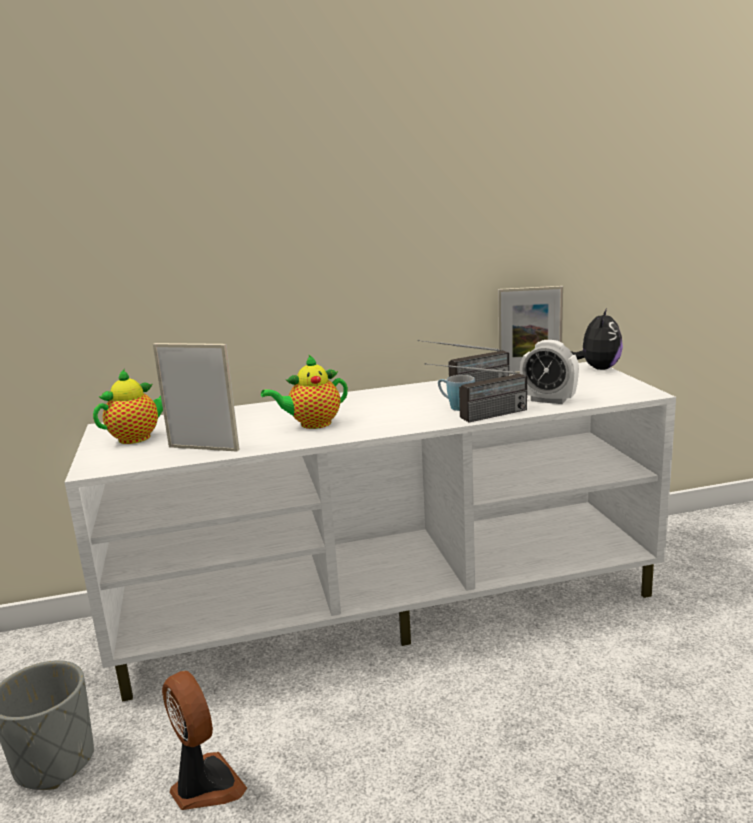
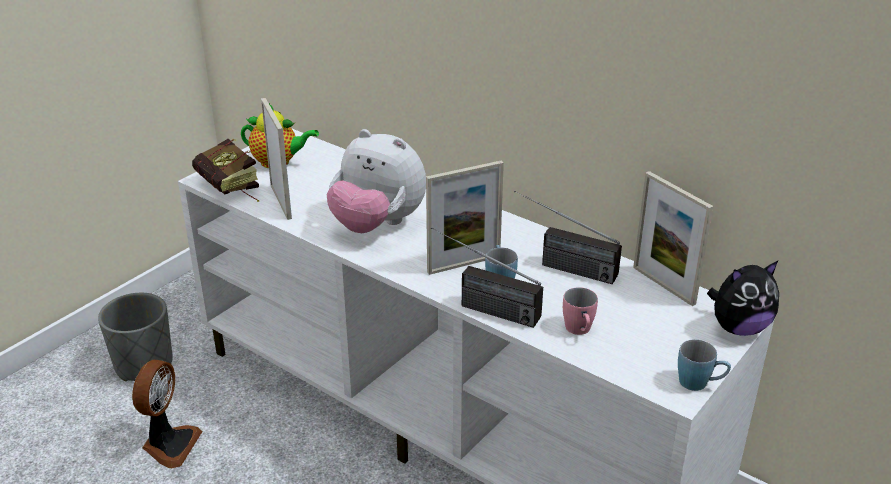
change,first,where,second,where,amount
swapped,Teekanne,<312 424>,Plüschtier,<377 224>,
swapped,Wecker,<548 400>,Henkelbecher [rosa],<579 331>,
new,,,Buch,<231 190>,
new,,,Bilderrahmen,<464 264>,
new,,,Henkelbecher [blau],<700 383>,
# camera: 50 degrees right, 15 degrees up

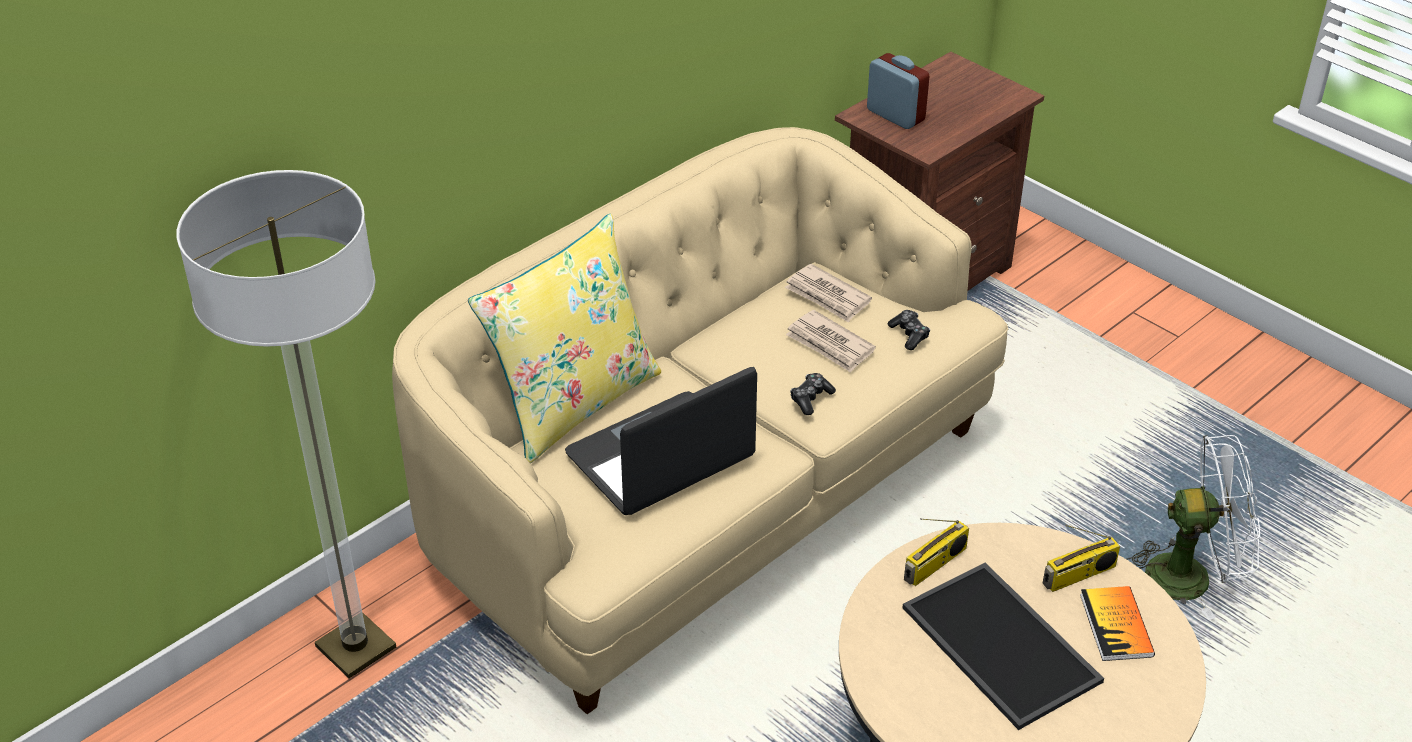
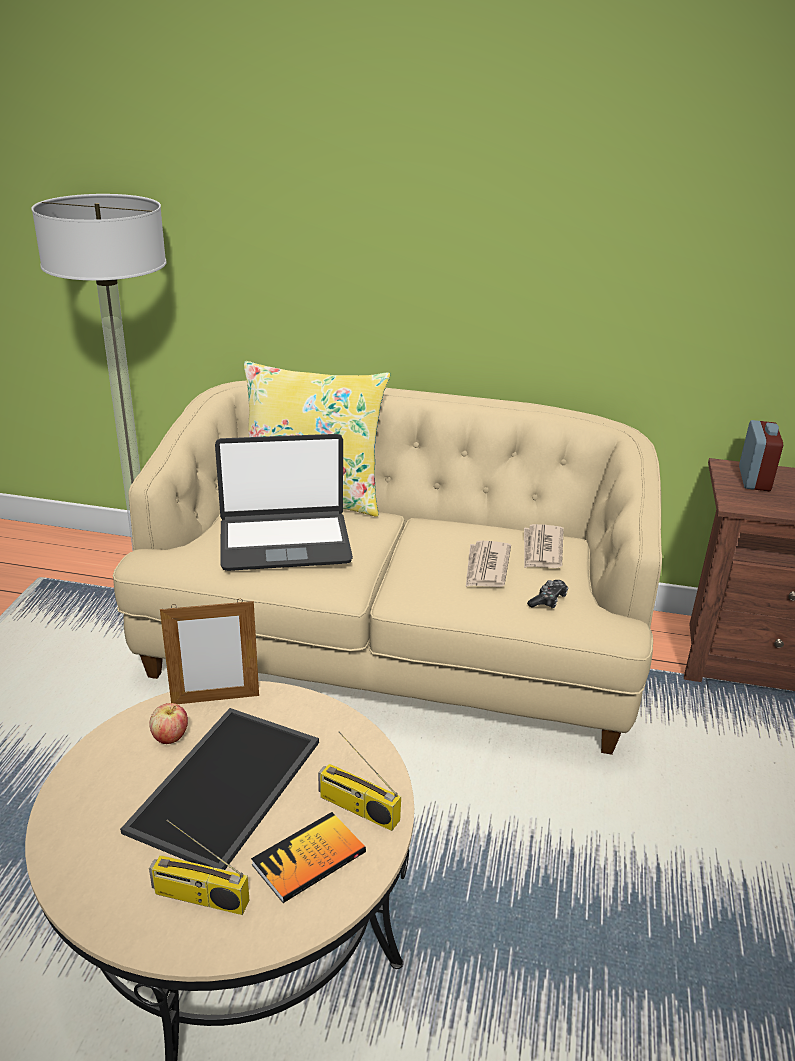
change,first,where,second,where,amount
rotated,Laptop,<661 458>,,<284 542>,150 degrees clockwise
gone,Gamepad,<810 399>,,,
shifted,Radio,<935 565>,,<199 898>,
gone,Ventilator [weiß],<1192 576>,,,
new,,,Apfel,<170 737>,
new,,,Bilderrahmen,<215 699>,
# camera: 55 degrees right, 10 degrees down

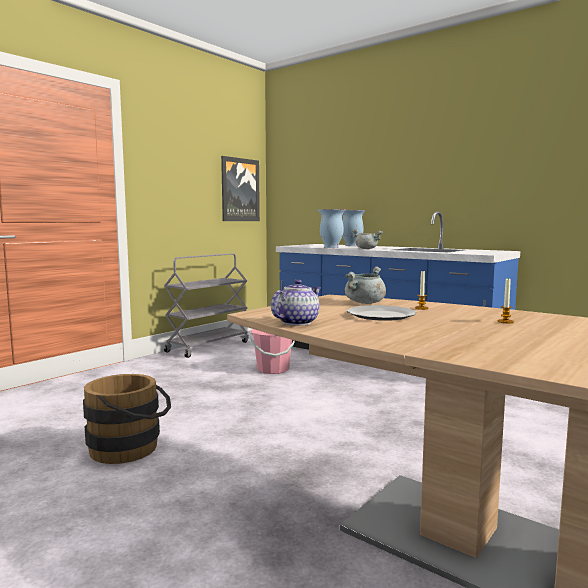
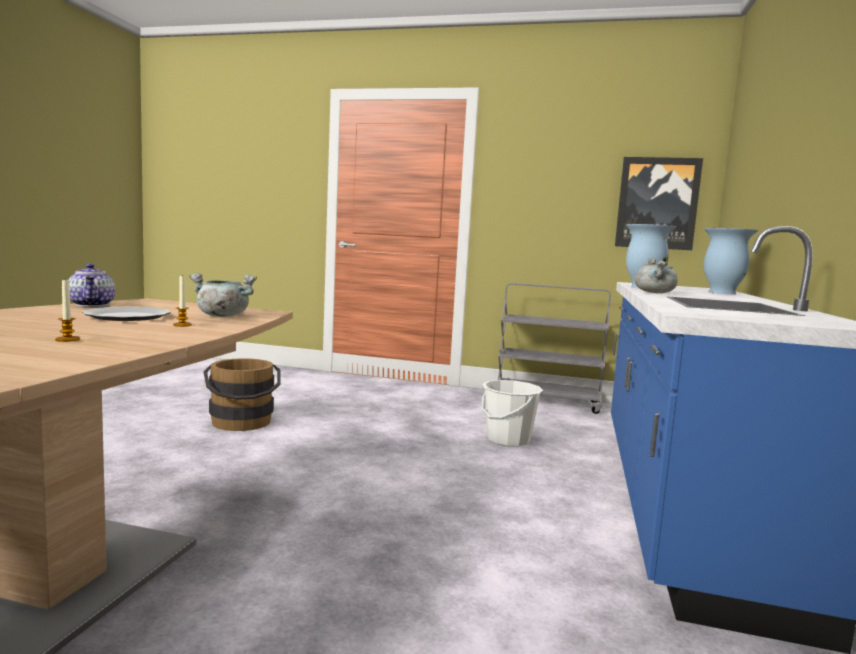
change,first,where,second,where,amount
repainted,Eimer [rosa],<273 369>,Eimer [weiß],<508 440>,
rotated,Teekanne,<296 322>,,<93 305>,45 degrees clockwise
# camera: 65 degrees right, 0 degrees up

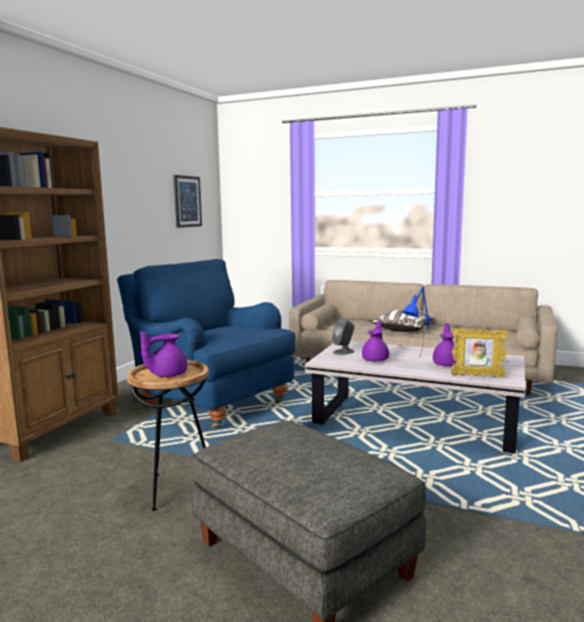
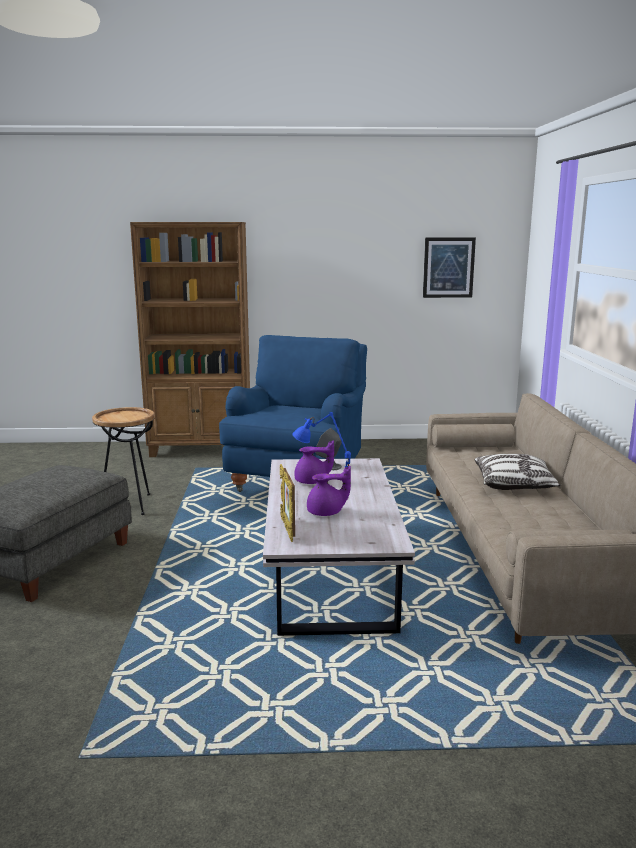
change,first,where,second,where,amount
gone,Teekanne [lila],<166 375>,,,
# camera: 65 degrees right, 5 degrees up

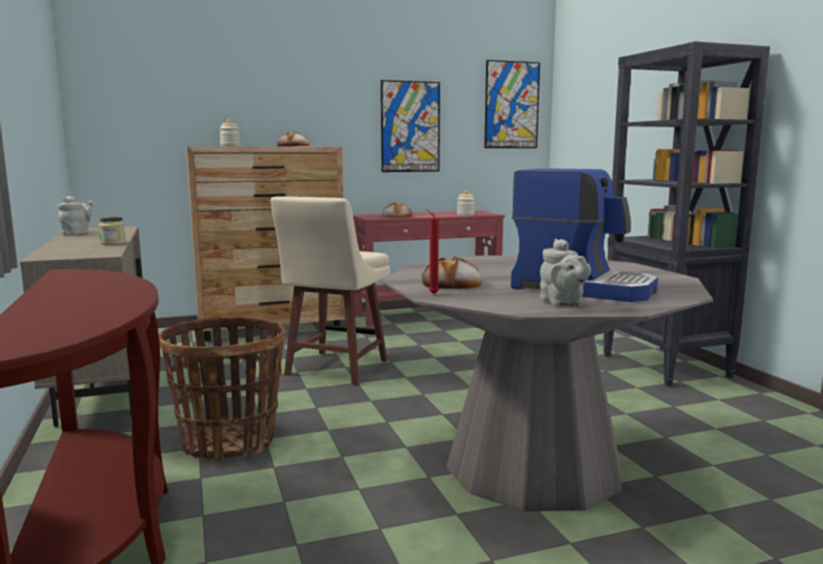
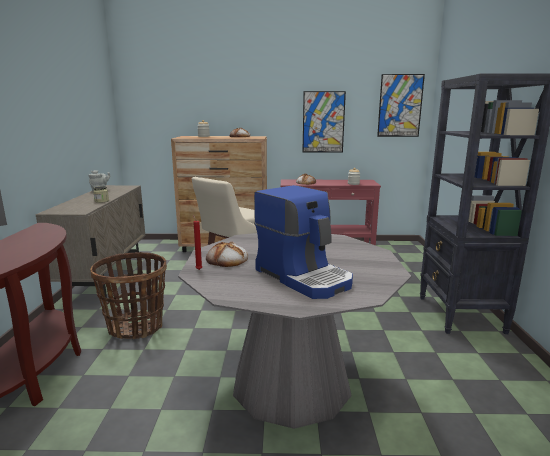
change,first,where,second,where,amount
gone,Teekanne [grau],<563 303>,,,
# camera: 20 degrees right, 5 degrees up

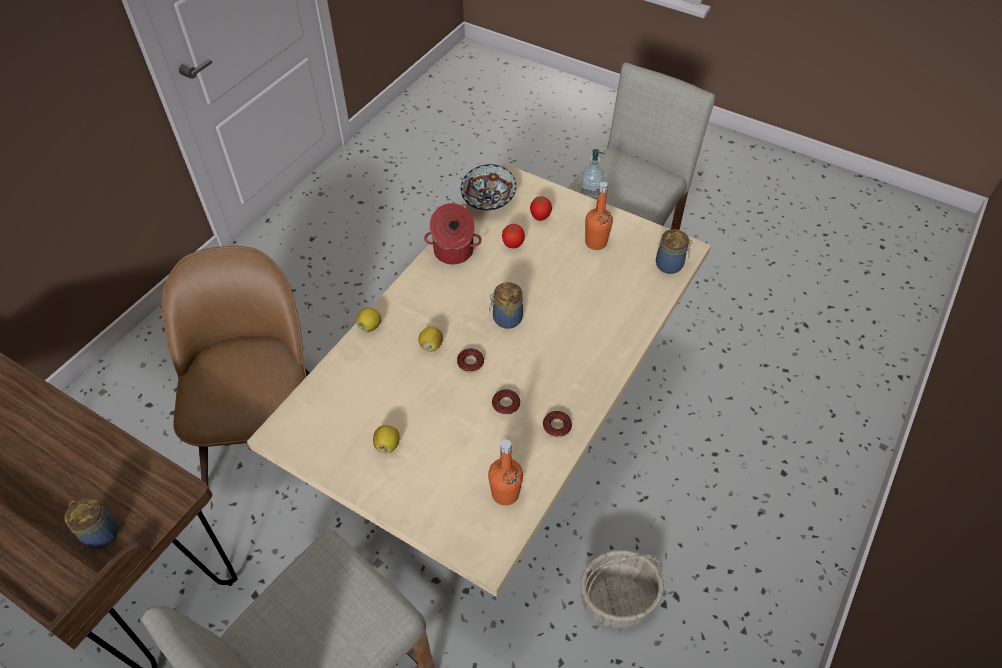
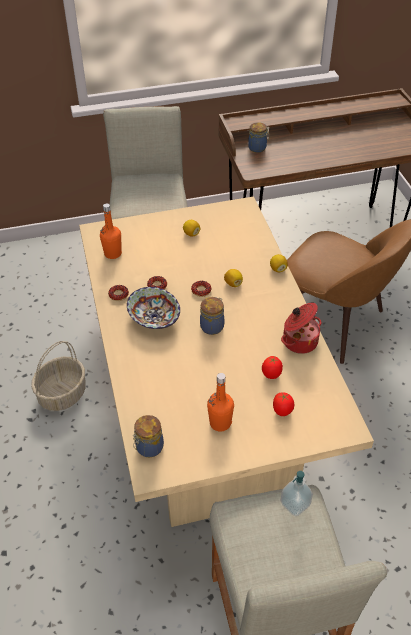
change,first,where,second,where,amount
shifted,Schüssel,<487 200>,,<155 318>,
# camera: 135 degrees right, 5 degrees down

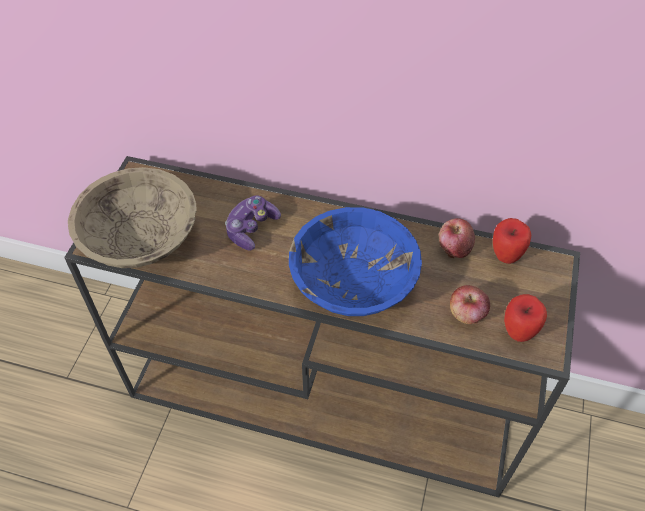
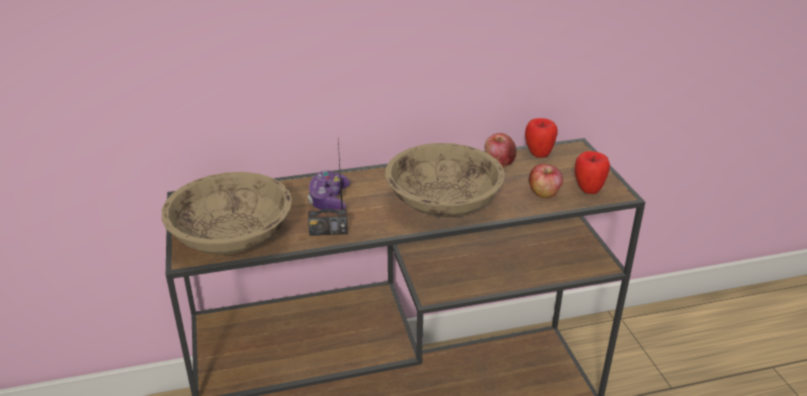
change,first,where,second,where,amount
repainted,Schüssel [blau],<353 281>,Schüssel [beige],<443 203>,
new,,,Radio,<328 230>,
# camera: 30 degrees left, 20 degrees down

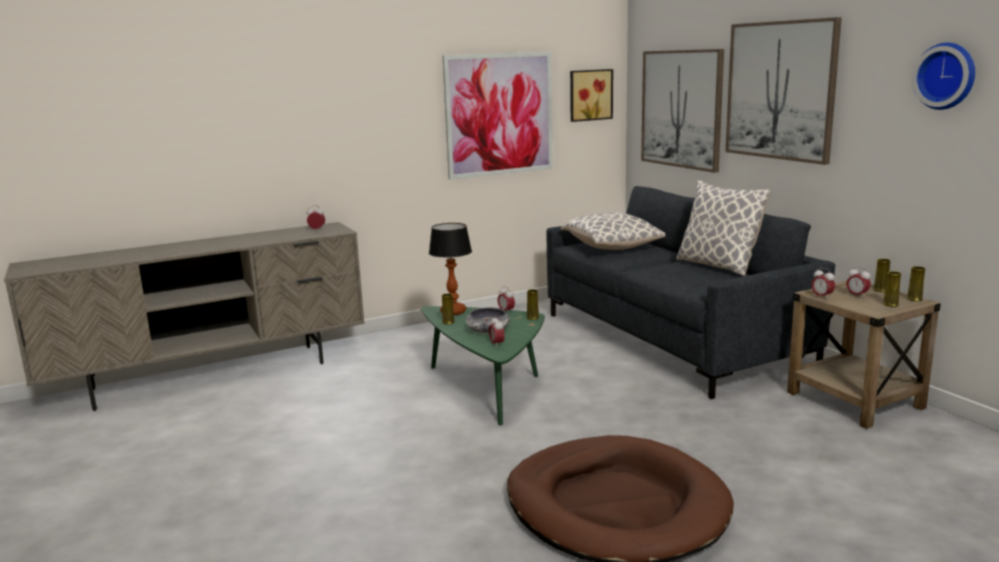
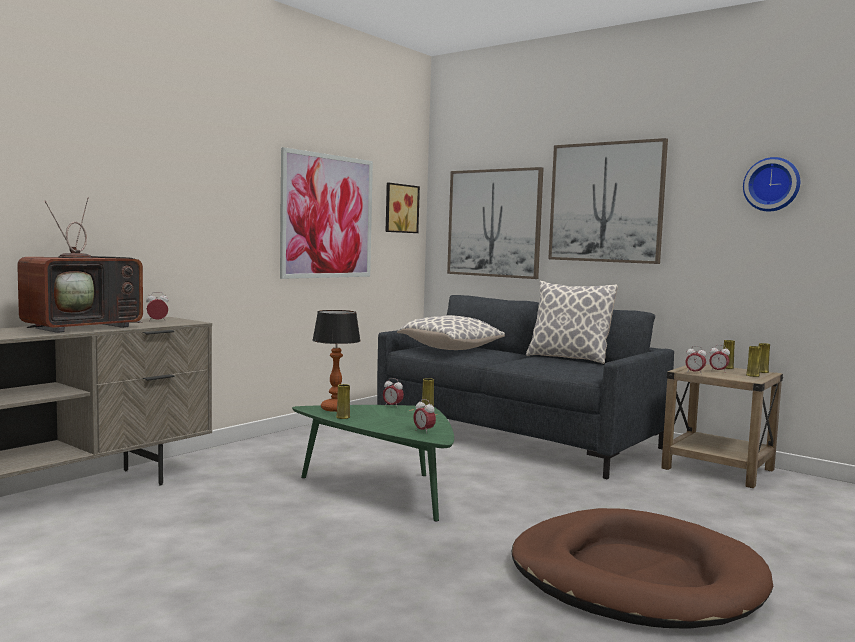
change,first,where,second,where,amount
gone,Schüssel,<488 330>,,,
new,,,Fernseher,<84 327>,
# camera: 25 degrees left, 10 degrees down

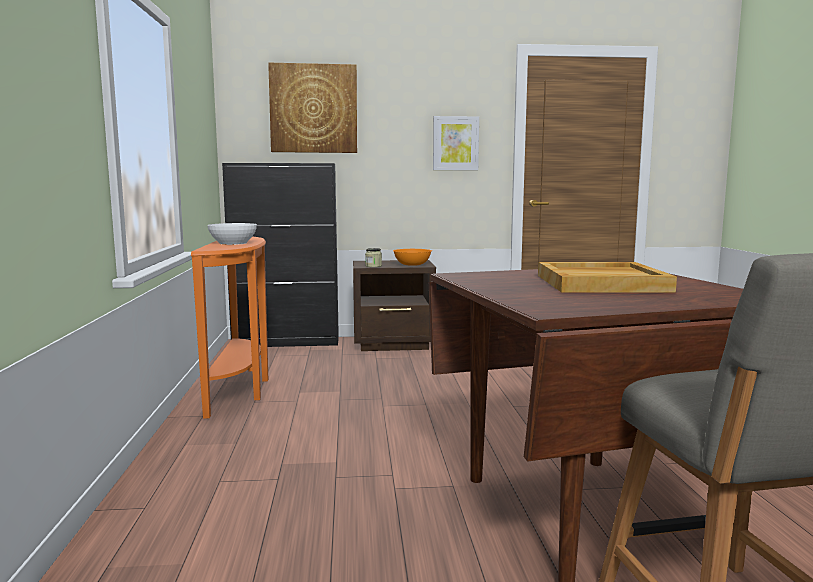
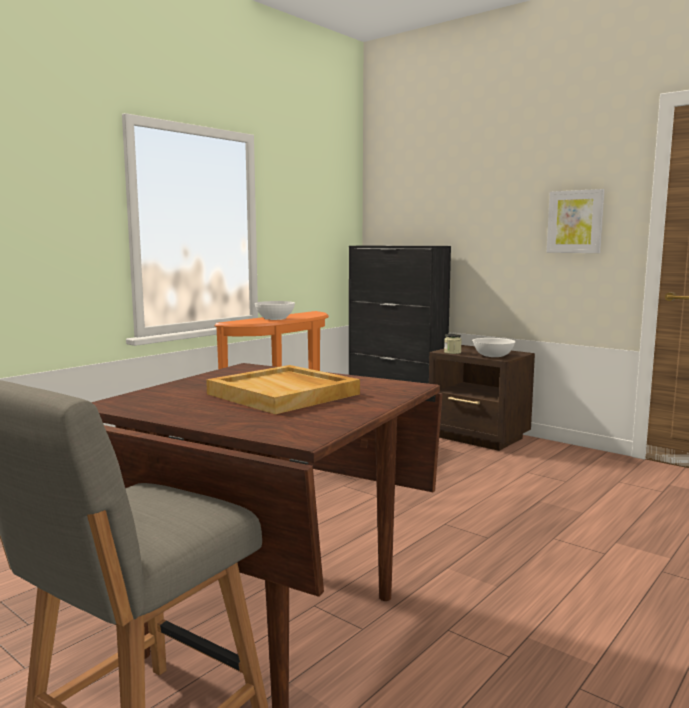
change,first,where,second,where,amount
gone,Bild,<313 109>,,,
repainted,Schüssel [orange],<412 265>,Schüssel [weiß],<493 356>,
# camera: 45 degrees right, 0 degrees up

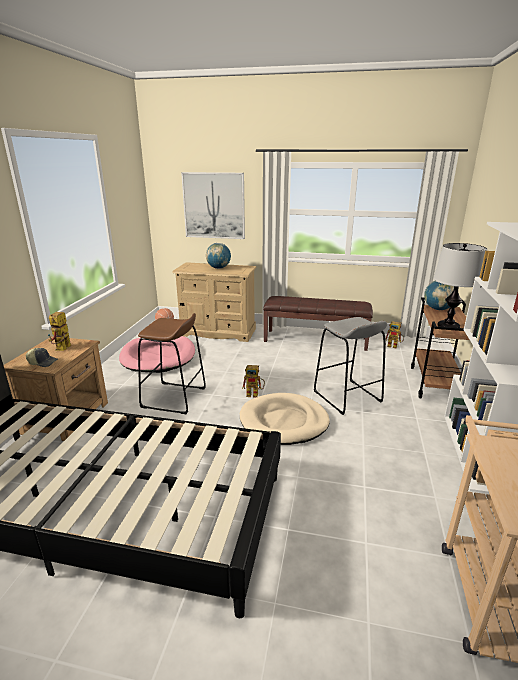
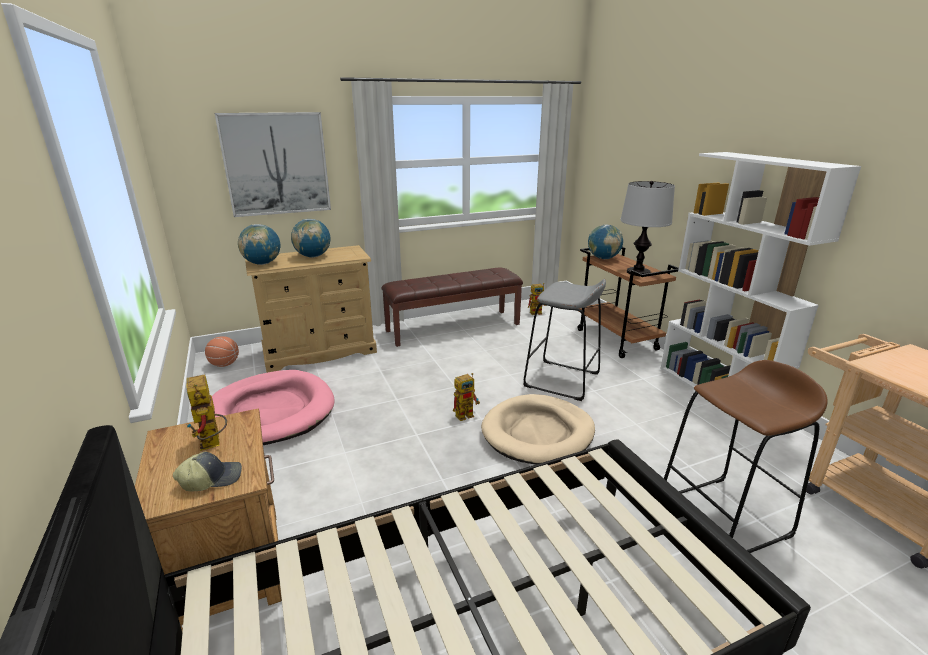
change,first,where,second,where,amount
shifted,Hocker [braun],<174 398>,,<724 517>,
new,,,Globus,<262 263>,
# camera: 35 degrees left, 0 degrees up

